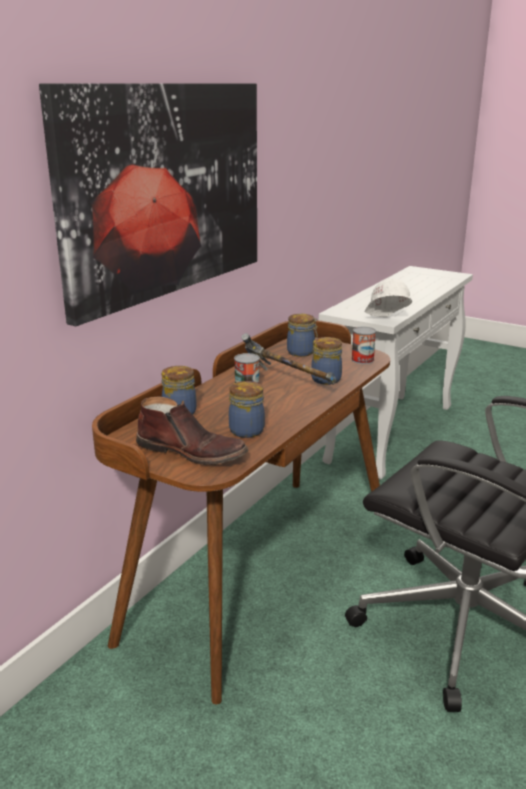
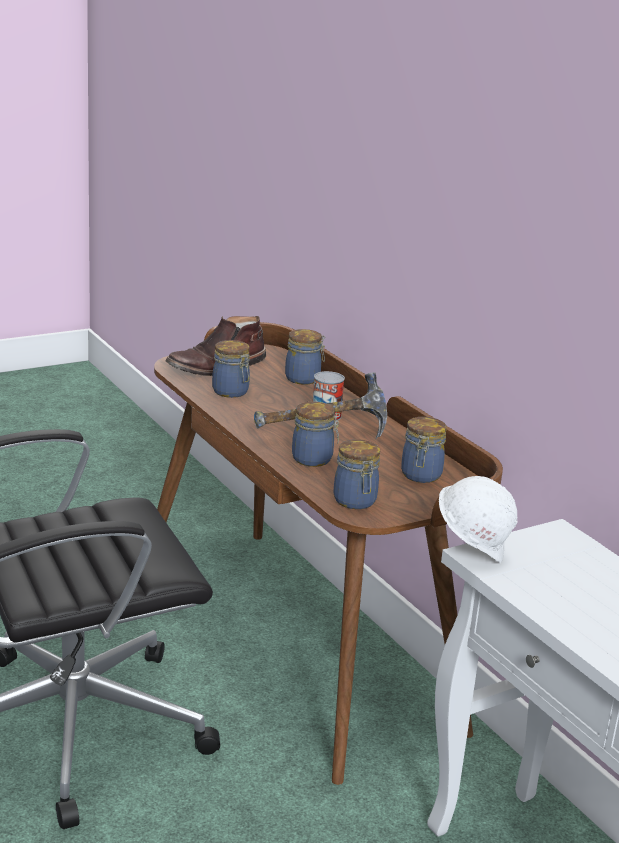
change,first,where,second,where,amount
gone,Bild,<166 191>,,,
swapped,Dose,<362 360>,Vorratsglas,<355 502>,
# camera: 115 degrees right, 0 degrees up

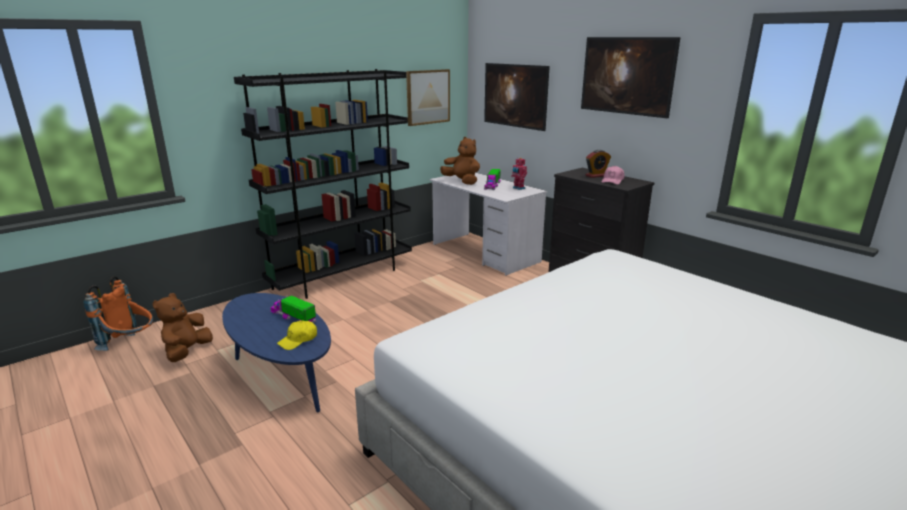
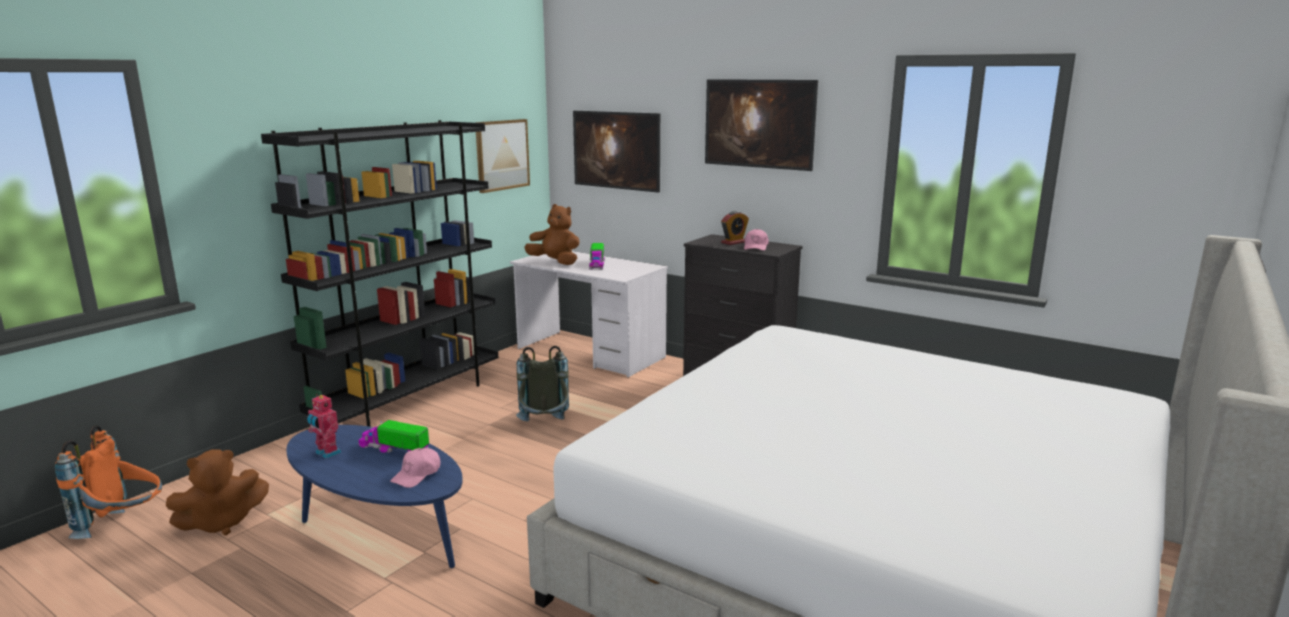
change,first,where,second,where,amount
rotated,Plüschtier [braun],<187 352>,,<222 523>,120 degrees counterclockwise
repainted,Kappe [gelb],<298 340>,Kappe [rosa],<417 475>,
shifted,Spielzeugroboter,<518 188>,,<326 453>,
new,,,Rucksack [grau],<544 427>,
# camera: 15 degrees left, 5 degrees down

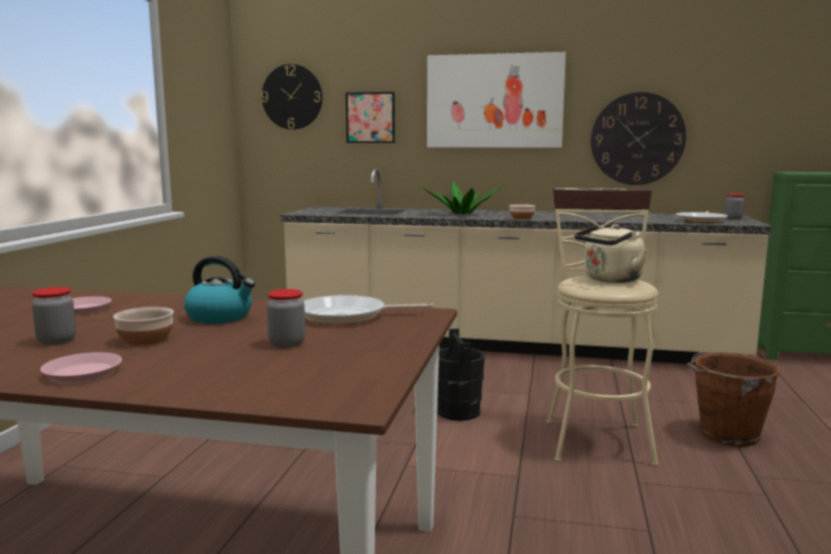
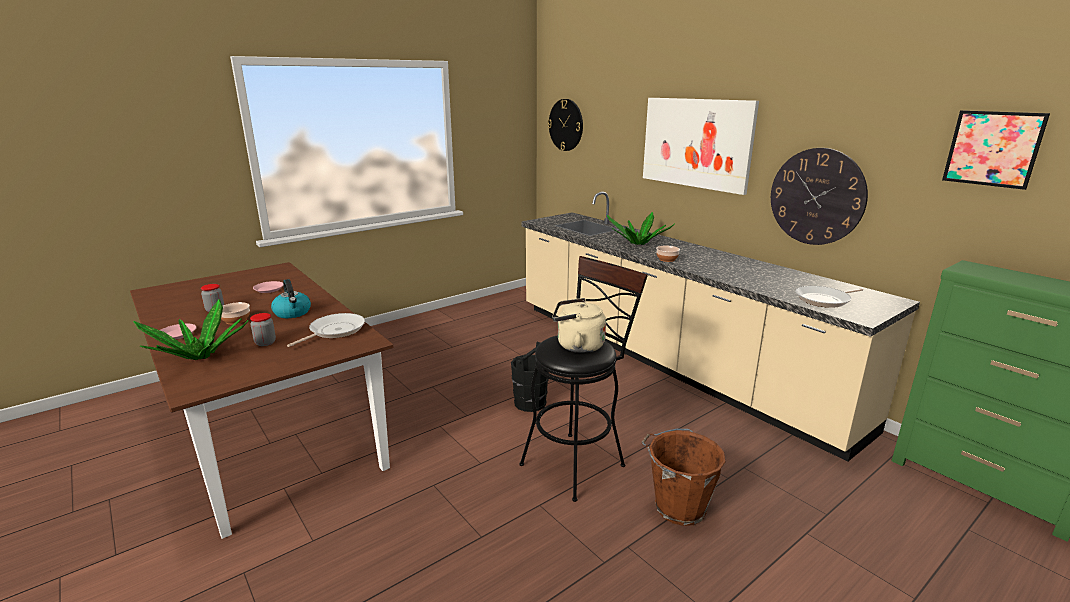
change,first,where,second,where,amount
rotated,Pfanne,<347 316>,,<334 331>,90 degrees clockwise
shifted,Bild,<370 117>,,<993 148>,
repainted,Hocker [beige],<596 437>,Hocker [schwarz],<578 461>,
gone,Vorratsglas,<733 218>,,,
new,,,Topfpflanze,<200 357>,
# camera: 40 degrees right, 10 degrees up

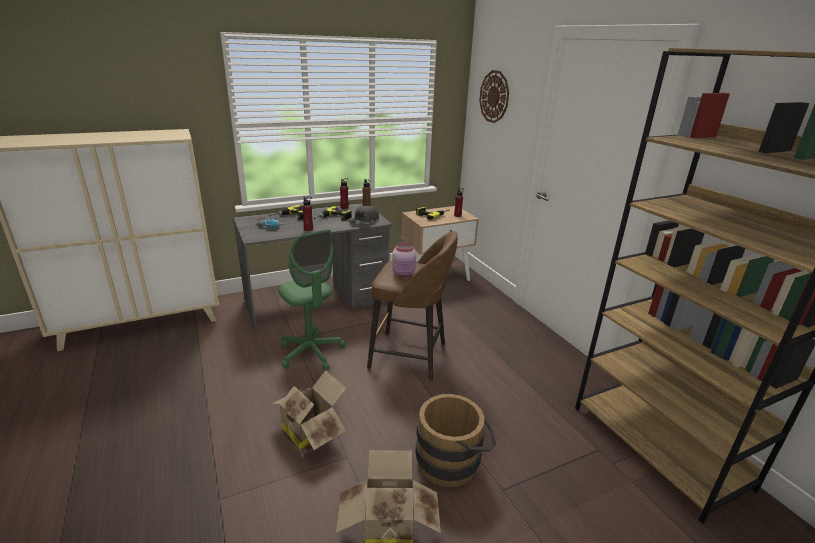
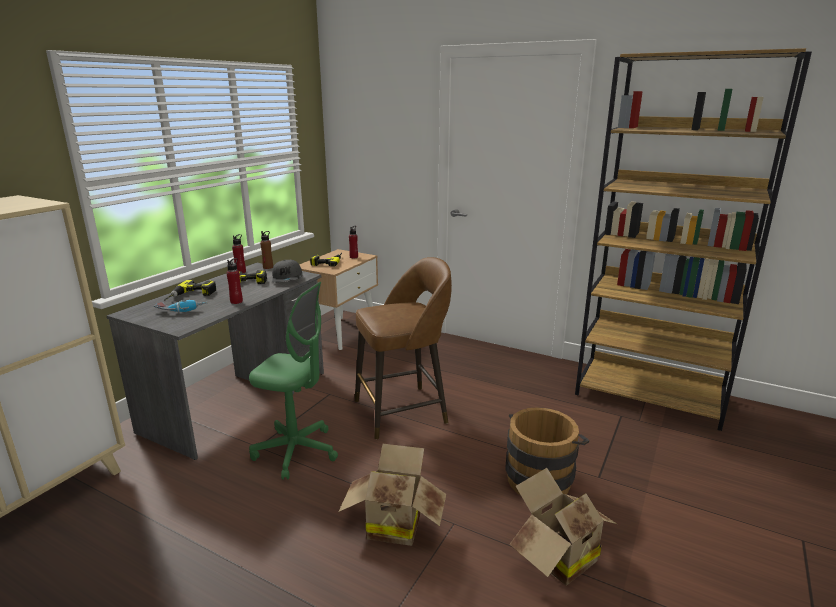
change,first,where,second,where,amount
gone,Vorratsglas [rosa],<404 274>,,,
gone,Wanduhr,<494 96>,,,
# camera: 35 degrees left, 5 degrees down

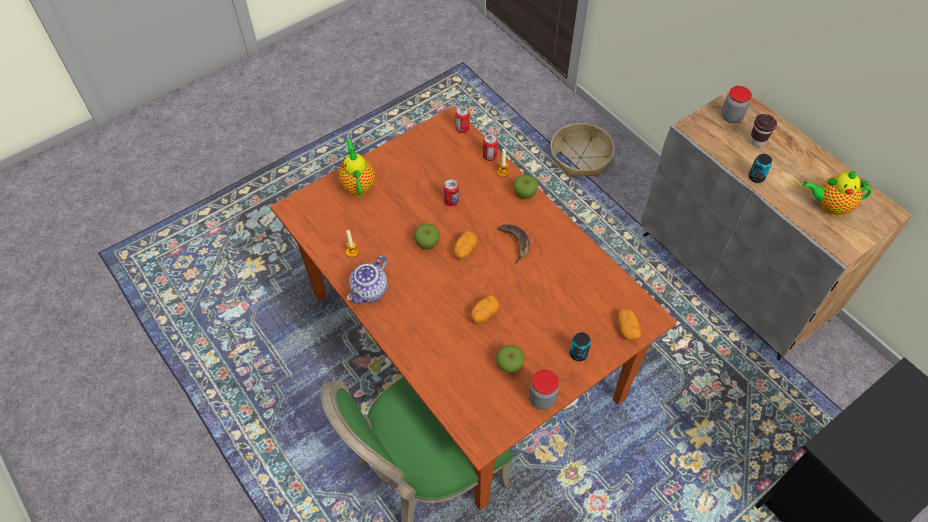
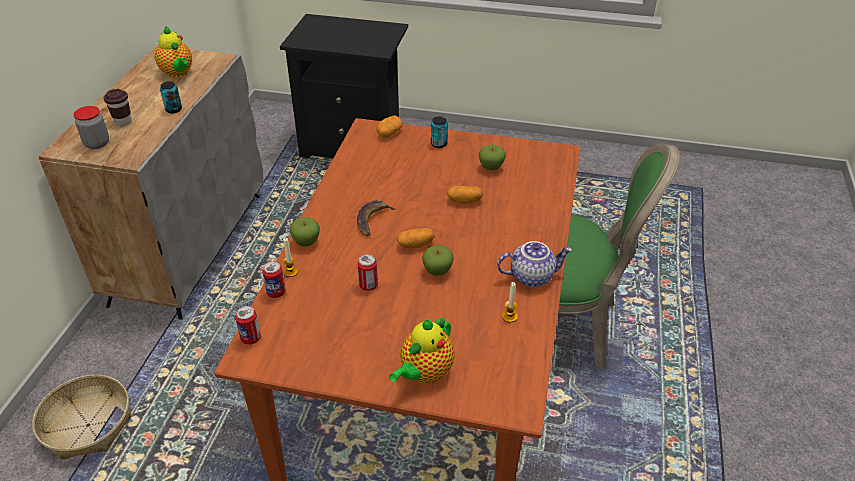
change,first,where,second,where,amount
gone,Vorratsglas,<542 399>,,,
# camera: 130 degrees left, 15 degrees down

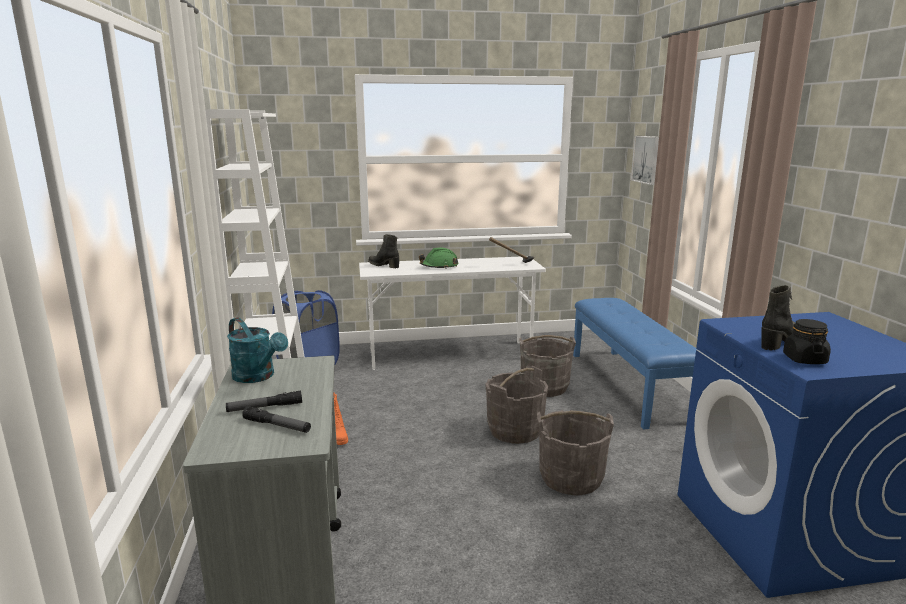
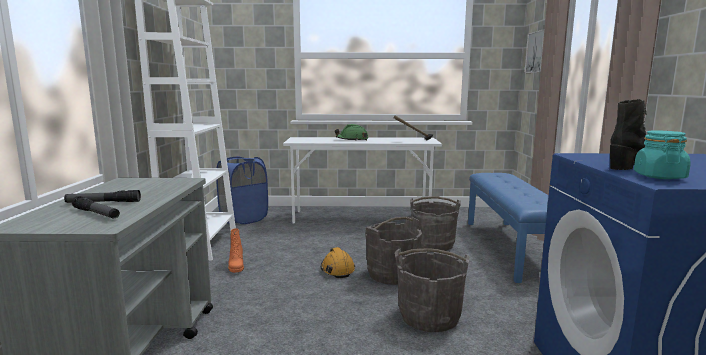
change,first,where,second,where,amount
gone,Gießkanne [türkis],<258 377>,,,
gone,Stiefel [schwarz],<384 265>,,,
repainted,Vorratsglas [schwarz],<804 359>,Vorratsglas [türkis],<659 176>,
new,,,Schutzhelm [orange],<337 269>,
# camera: 10 degrees right, 5 degrees down

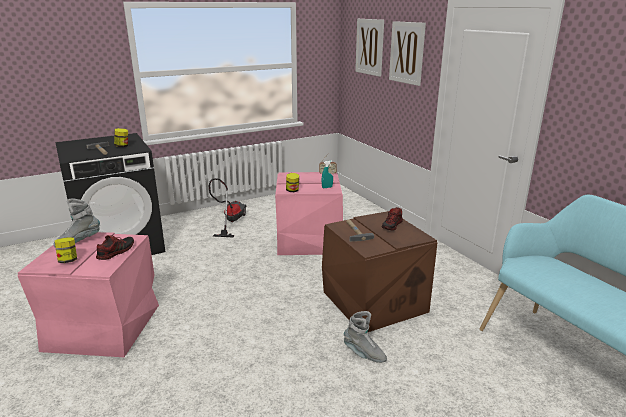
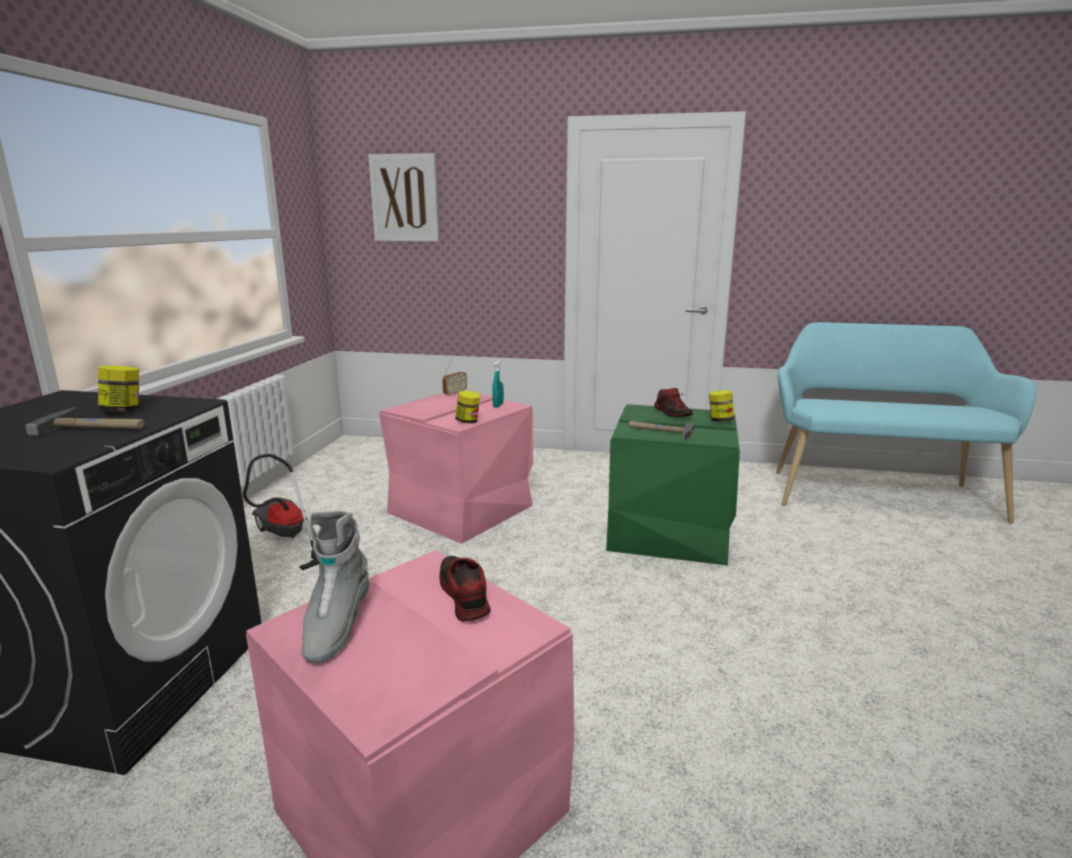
change,first,where,second,where,amount
shifted,Vorratsglas,<68 260>,,<720 420>,
repainted,Aufbewahrungsbox [braun],<374 302>,Aufbewahrungsbox [grün],<670 532>,
gone,Stiefel [grau],<364 354>,,,
gone,Bild,<407 53>,,,
# camera: 50 degrees left, 5 degrees down

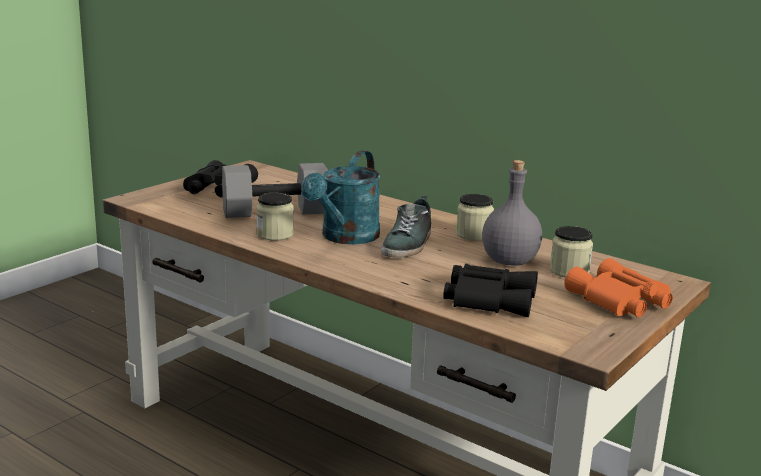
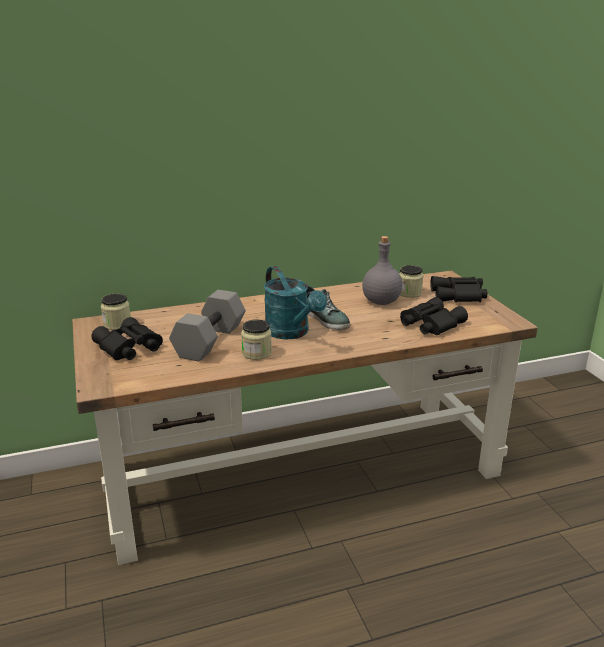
change,first,where,second,where,amount
shifted,Vorratsglas,<473 235>,,<117 324>,
repainted,Fernglas [orange],<618 301>,Fernglas [schwarz],<459 296>,
# camera: 55 degrees left, 5 degrees up

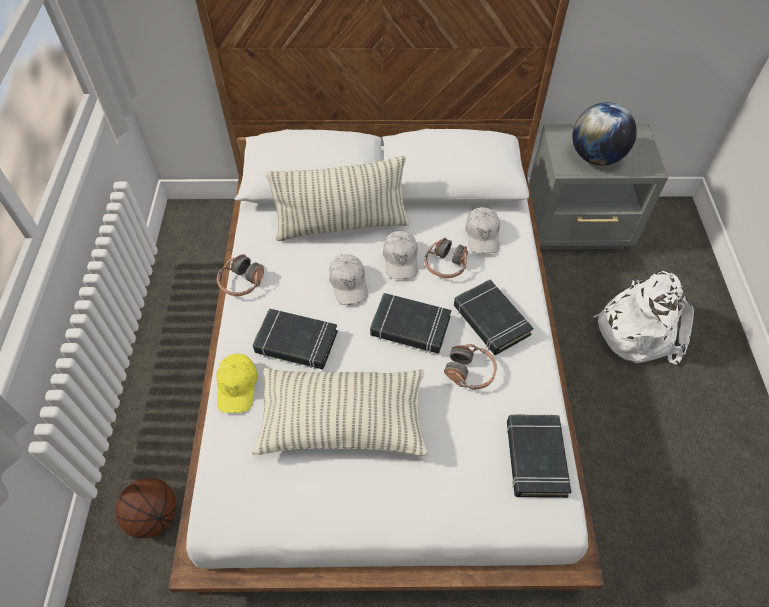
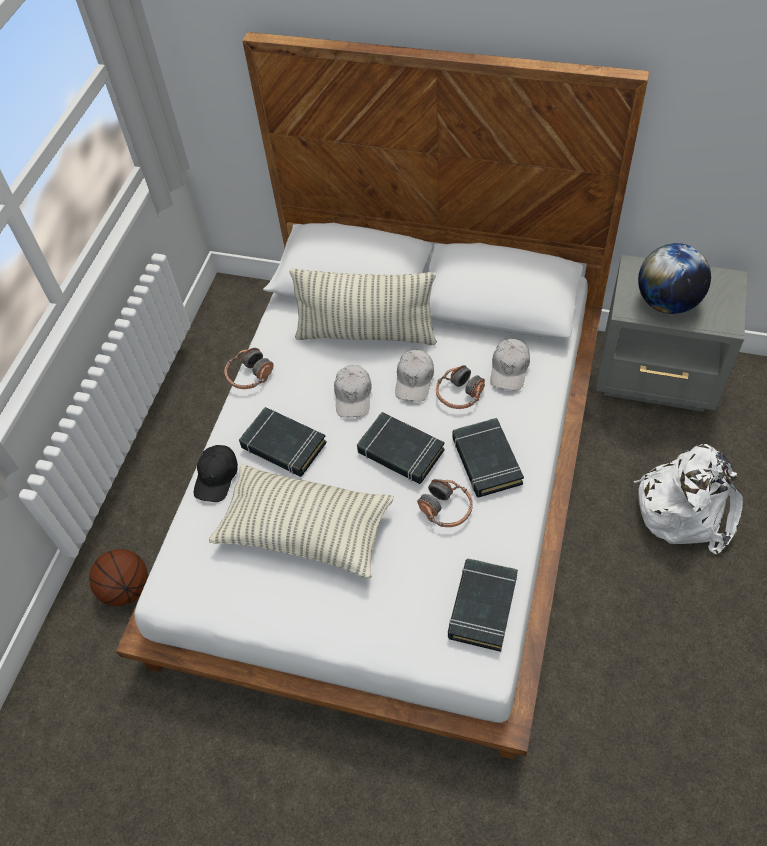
change,first,where,second,where,amount
repainted,Kappe [gelb],<237 386>,Kappe [schwarz],<217 477>,
# camera: 20 degrees right, 0 degrees up

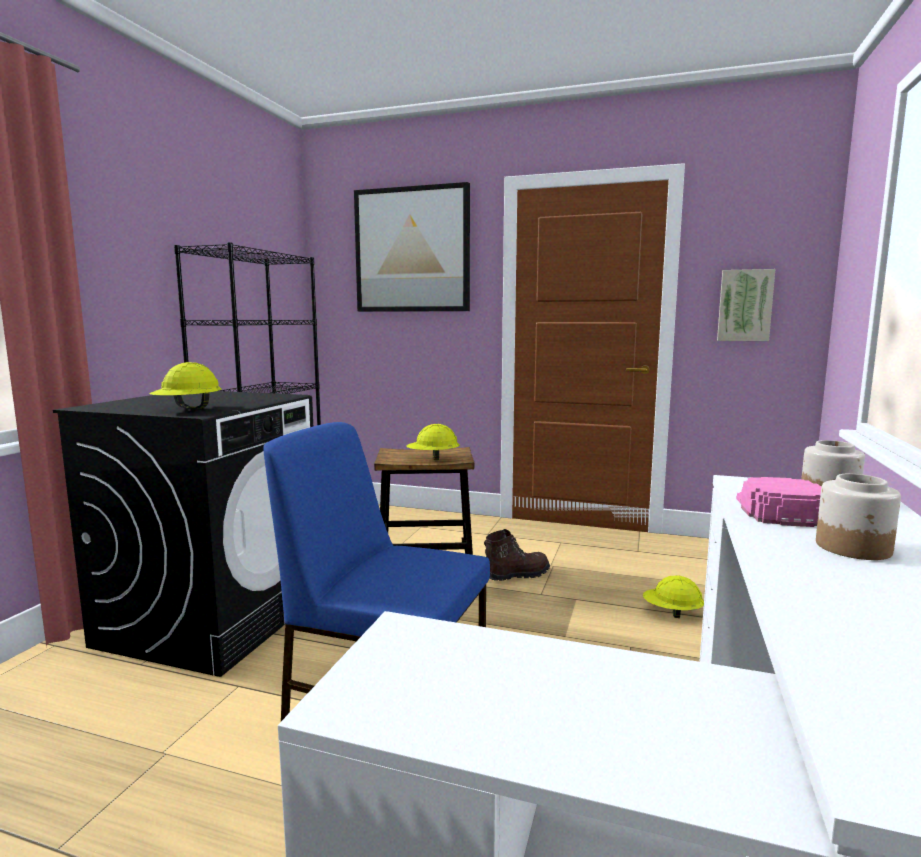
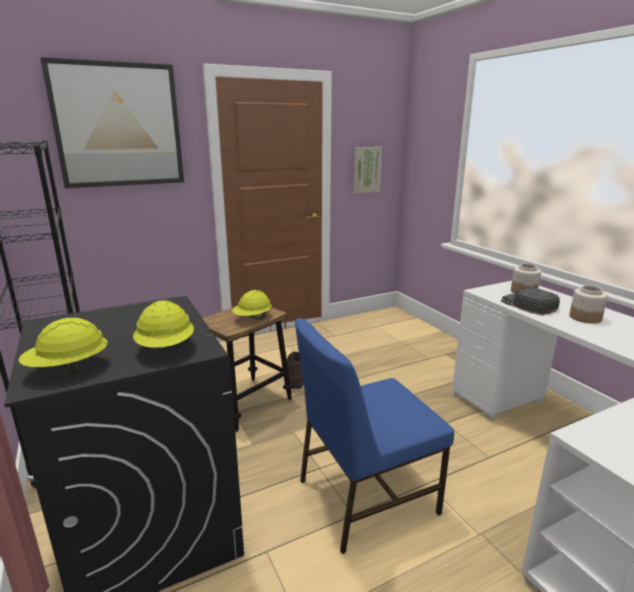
change,first,where,second,where,amount
shifted,Schutzhelm [gelb],<672 613>,,<68 369>,
repainted,Kappe [rosa],<778 509>,Kappe [schwarz],<528 305>,
# camera: 45 degrees left, 10 degrees up

